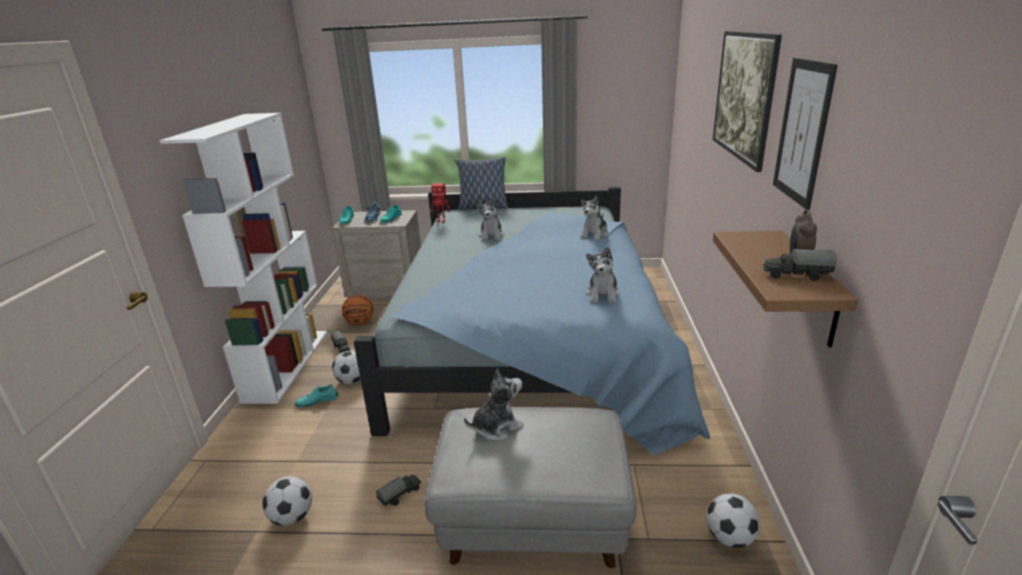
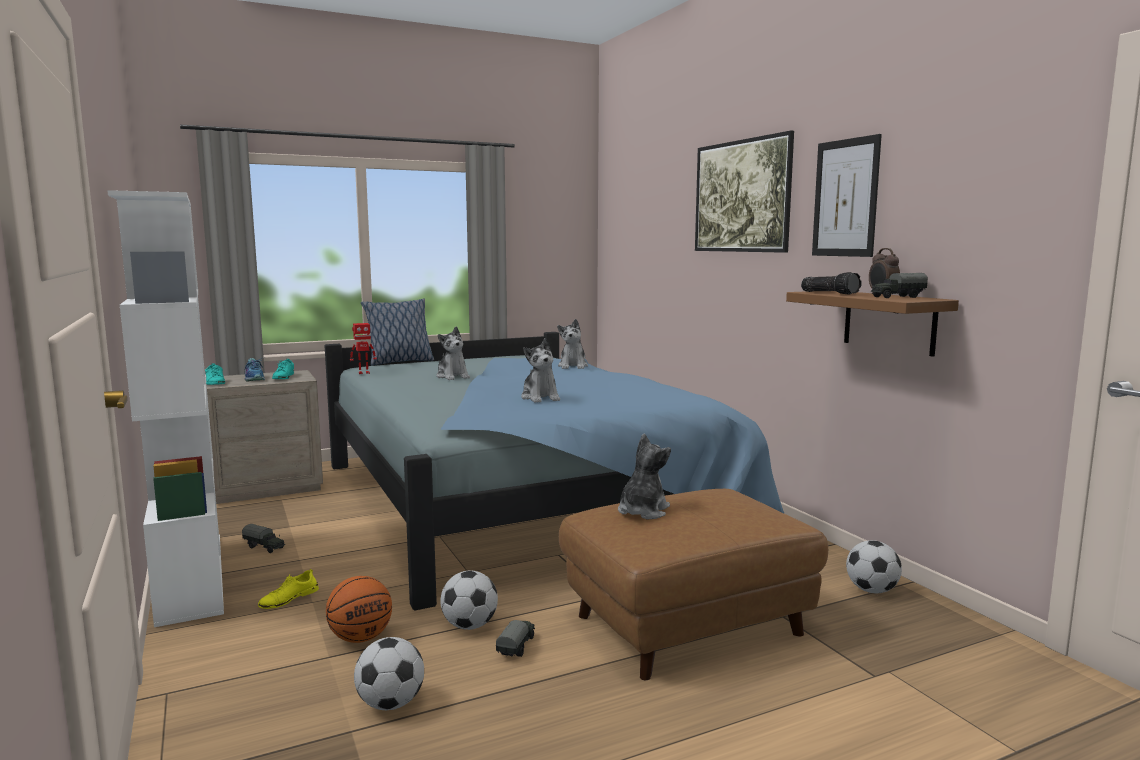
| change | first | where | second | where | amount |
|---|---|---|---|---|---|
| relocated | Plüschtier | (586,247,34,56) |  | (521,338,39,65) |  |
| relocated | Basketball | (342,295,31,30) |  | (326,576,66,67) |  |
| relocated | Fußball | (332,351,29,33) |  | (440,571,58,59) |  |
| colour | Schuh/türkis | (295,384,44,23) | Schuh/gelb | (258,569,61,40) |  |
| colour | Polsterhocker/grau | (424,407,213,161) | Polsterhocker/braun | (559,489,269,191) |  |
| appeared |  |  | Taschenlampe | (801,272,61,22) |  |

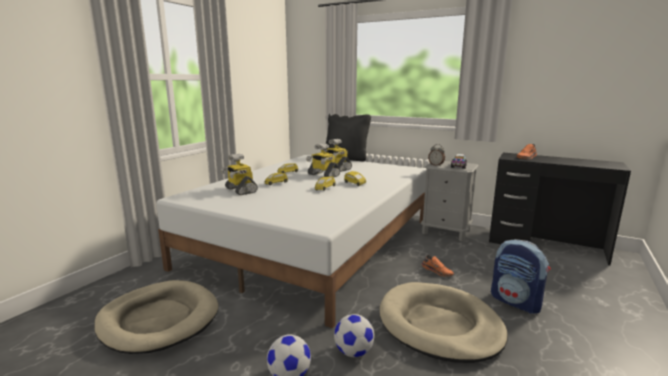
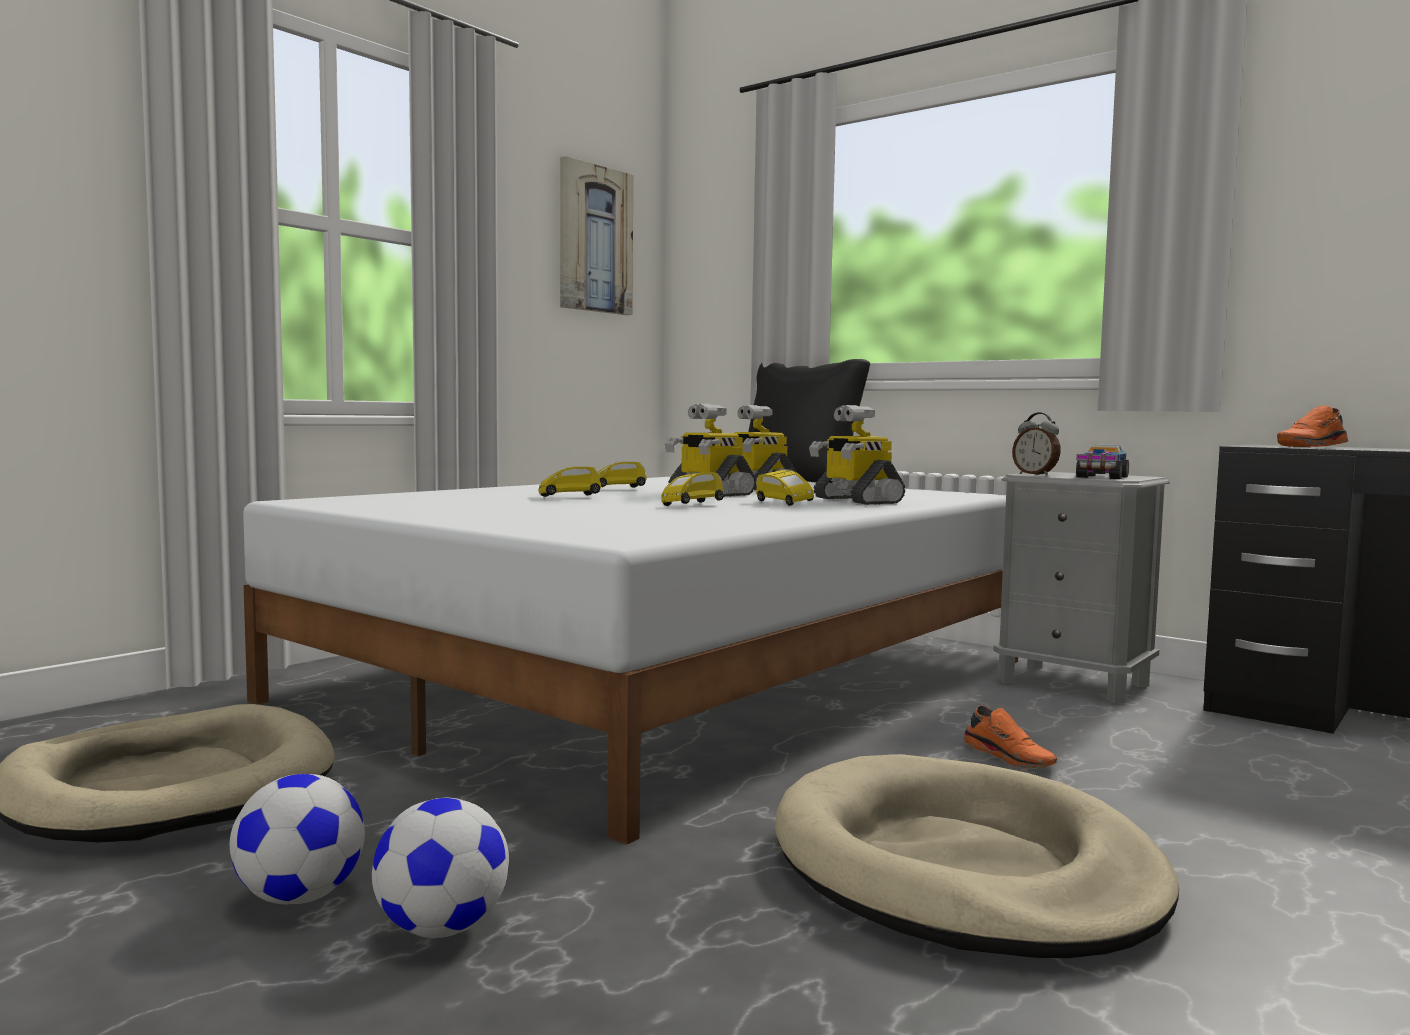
| change | first | where | second | where | amount |
|---|---|---|---|---|---|
| relocated | Spielzeugroboter | (221,154,37,41) |  | (809,405,96,100) |  |
| missing | Rucksack | (491,239,60,75) |  |  |  |
| relocated | Fußball | (334,314,41,43) |  | (230,774,135,130) |  |
| appeared |  |  | Bild | (560,156,73,159) |  |

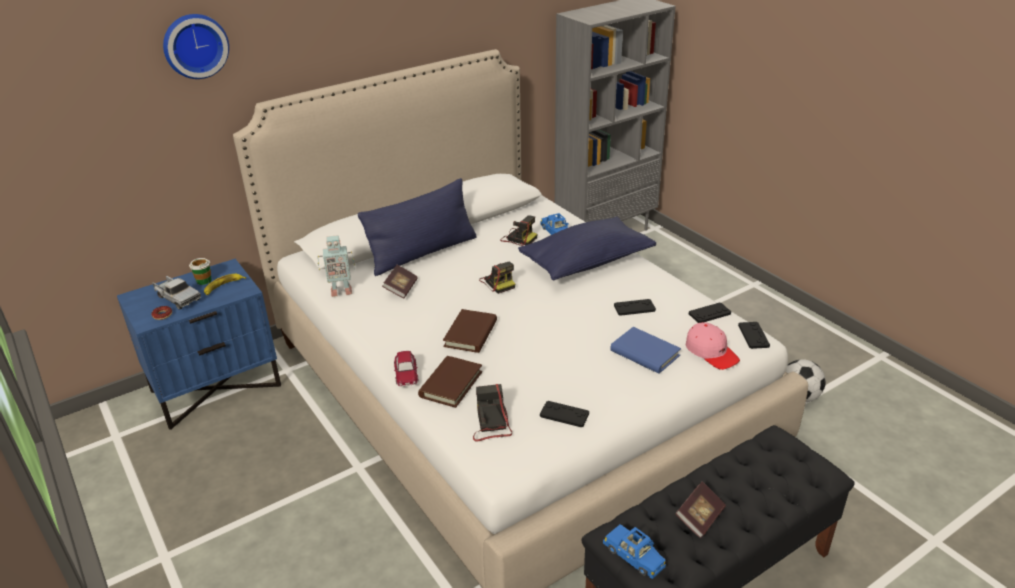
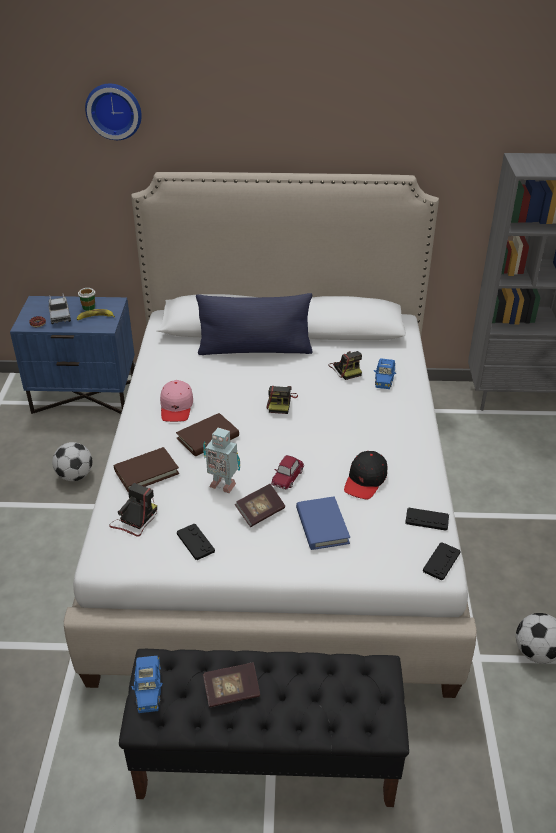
| change | first | where | second | where | amount |
|---|---|---|---|---|---|
| missing | Kissen/blau | (518,216,138,64) |  |  |  |
| relocated | Spielzeugroboter | (318,235,37,62) |  | (203,428,37,65) |  |
| relocated | Buch | (382,265,36,33) |  | (235,484,50,43) |  |
| exchanged | Gamepad/schwarz | (614,299,42,17) | Kappe/schwarz | (344,451,43,48) |  |
| relocated | Kappe/rosa | (686,322,54,48) |  | (160,380,33,42) |  |
| relocated | Spielzeugauto | (394,351,25,36) |  | (271,455,33,35) |  |
| appeared |  |  | Fußball | (52,442,40,39) |  |

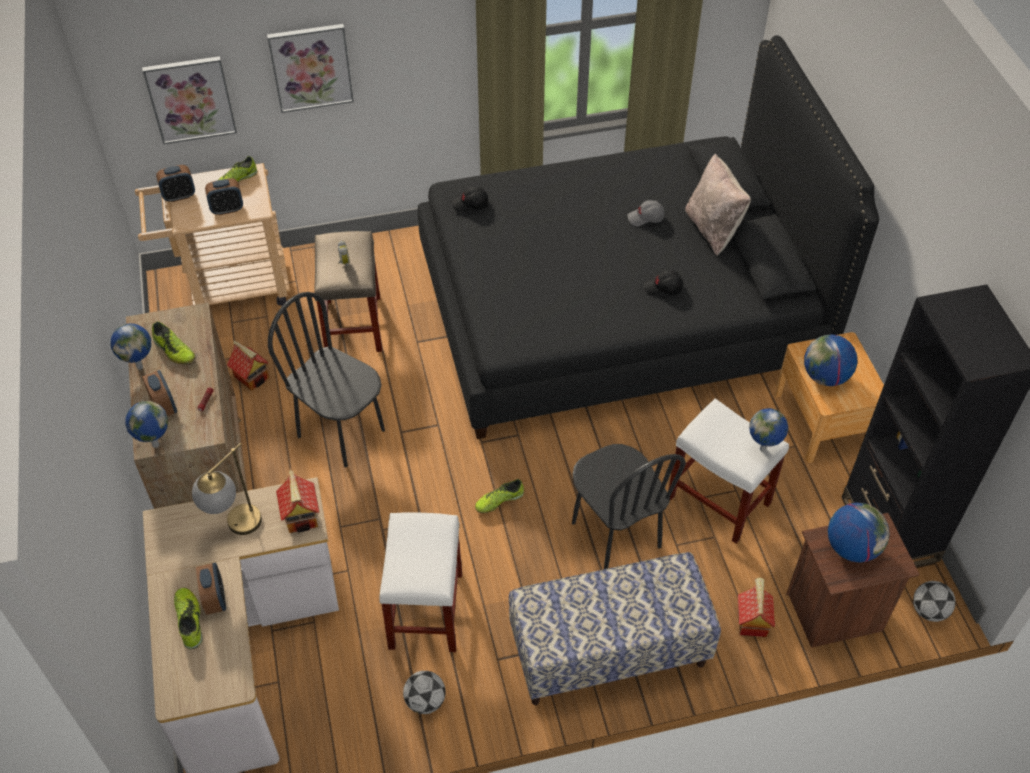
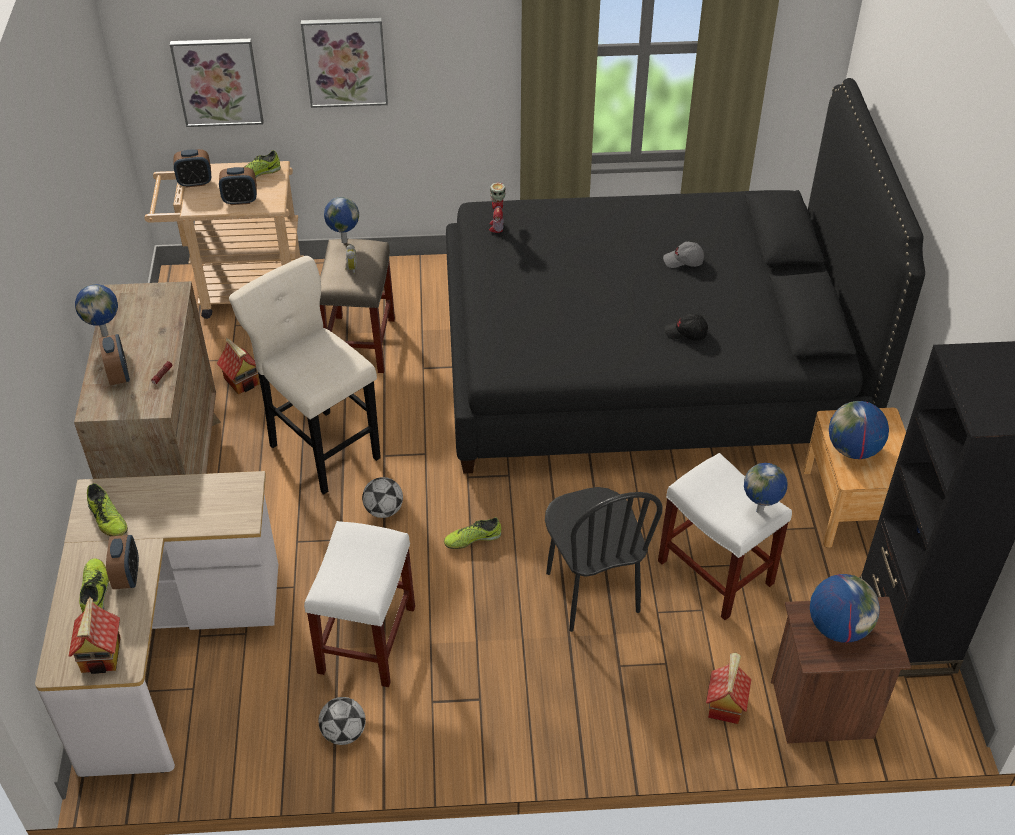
| change | first | where | second | where | amount |
|---|---|---|---|---|---|
| missing | Kissen/beige | (685,154,66,102) |  |  |  |
| exchanged | Kappe/schwarz | (452,187,36,25) | Spielzeugroboter | (489,182,17,51) |  |
| exchanged | Stuhl/schwarz | (268,292,117,176) | Hocker/beige | (229,256,152,238) |  |
| relocated | Schuh | (152,321,43,43) |  | (87,483,41,53) |  |
| relocated | Globus | (125,401,43,47) |  | (324,197,35,46) |  |
| missing | Tischlampe | (192,443,70,92) |  |  |  |
| relocated | Spielzeughaus | (276,469,43,64) |  | (68,597,53,77) |  |
| missing | Bank | (509,552,212,153) |  |  |  |
| relocated | Fußball | (913,581,43,41) |  | (362,477,41,41) |  |

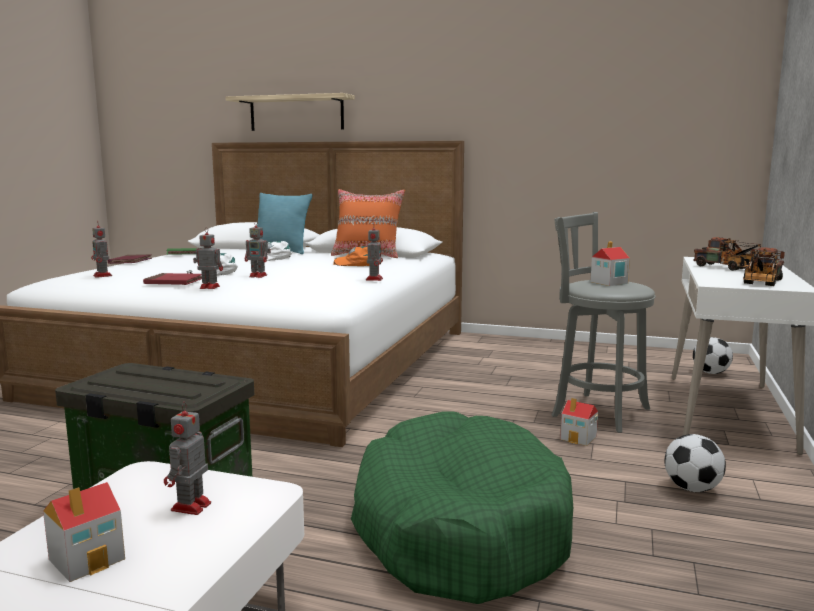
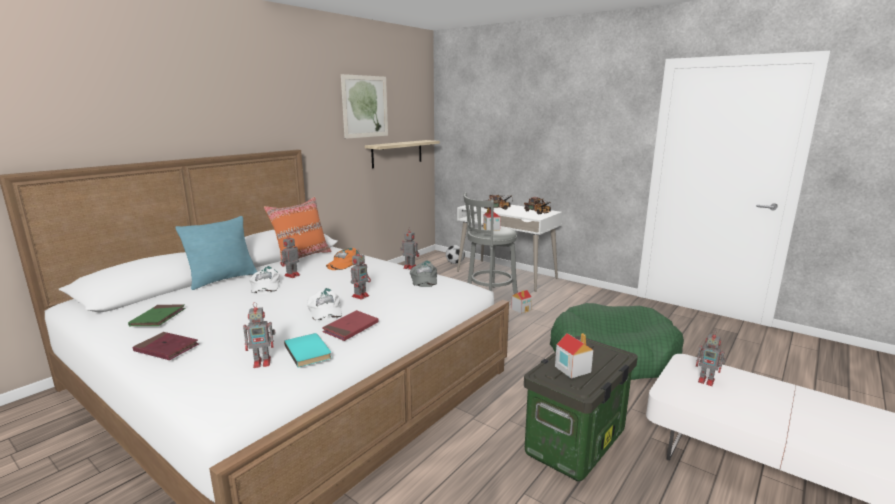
| change | first | where | second | where | amount |
|---|---|---|---|---|---|
| relocated | Wandregal | (225,93,130,38) |  | (365,140,75,28) |  |
| relocated | Spielzeugroboter | (193,227,30,62) |  | (280,233,20,45) |  |
| missing | Fußball | (664,434,62,58) |  |  |  |
| relocated | Spielzeughaus | (43,482,82,100) |  | (555,333,38,45) |  |
| appeared |  |  | Bild | (341,74,47,65) |  |
| appeared |  |  | Kappe/grau | (410,260,27,27) |  |
| appeared |  |  | Buch/türkis | (284,333,48,34) |  |

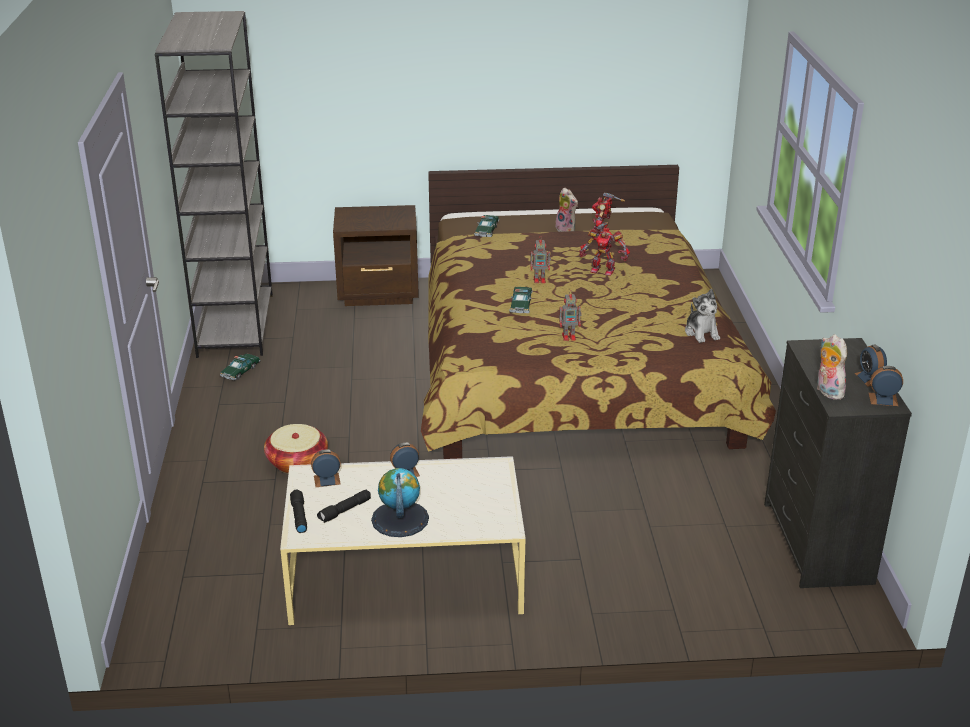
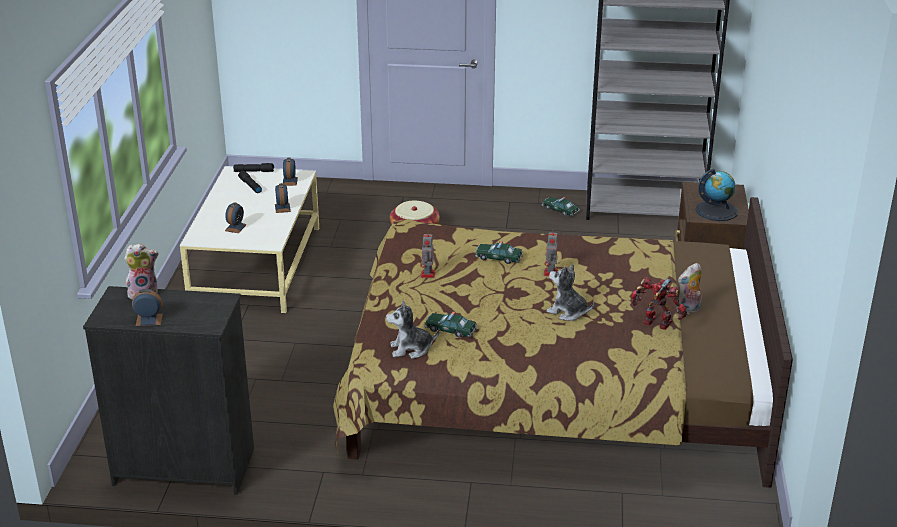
| change | first | where | second | where | amount |
|---|---|---|---|---|---|
| relocated | Spielzeugauto | (474,215,25,22) |  | (425,312,52,26) |  |
| exchanged | Spielzeugroboter | (580,222,50,54) | Plüschtier | (546,264,48,57) |  |
| relocated | Wecker | (869,366,34,40) |  | (225,202,22,31) |  |
| relocated | Globus | (371,468,58,69) |  | (695,169,43,52) |  |

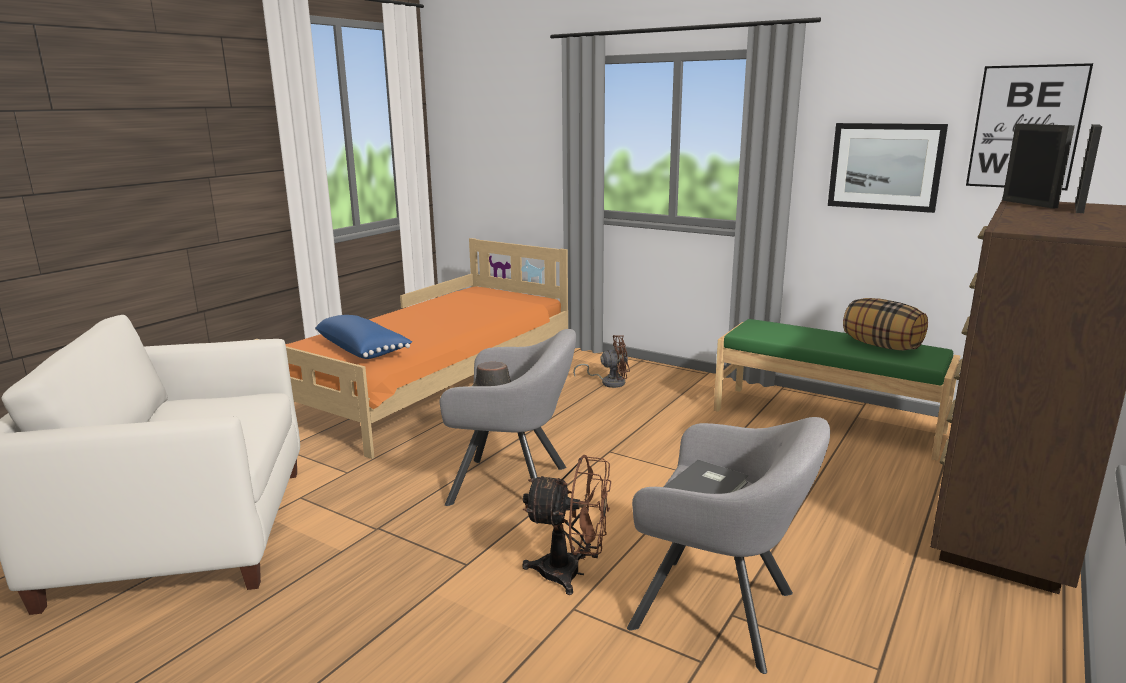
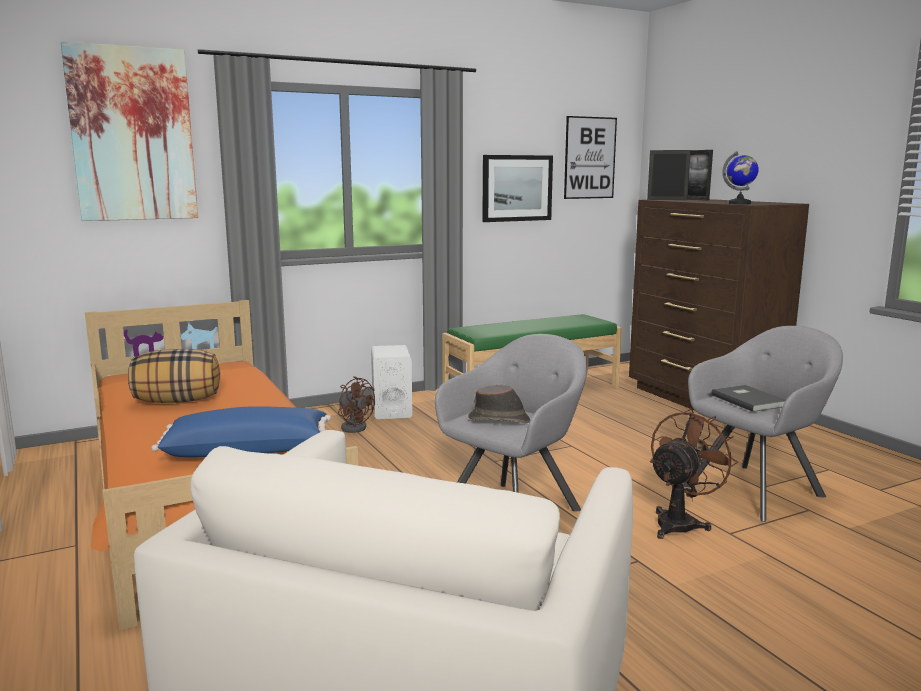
| change | first | where | second | where | amount |
|---|---|---|---|---|---|
| relocated | Kissen | (843,298,85,53) |  | (128,349,92,54) |  |
| spun | Ventilator/braun | (573,335,57,53) |  | (338,376,37,57) | 105 degrees clockwise |
| appeared |  |  | Bild | (61,41,137,180) |  |
| appeared |  |  | Globus | (722,151,37,53) |  |
| appeared |  |  | Lautsprecher/weiß | (371,345,41,74) |  |

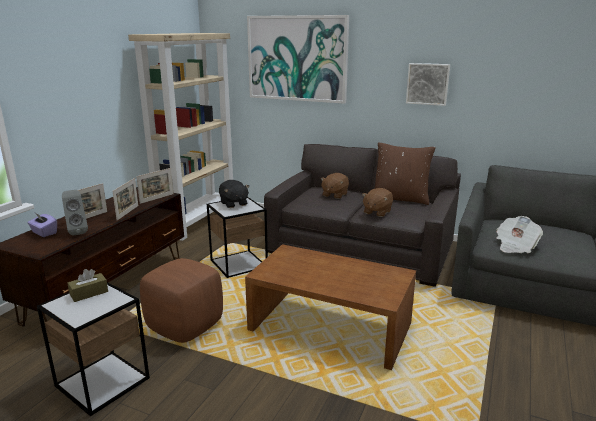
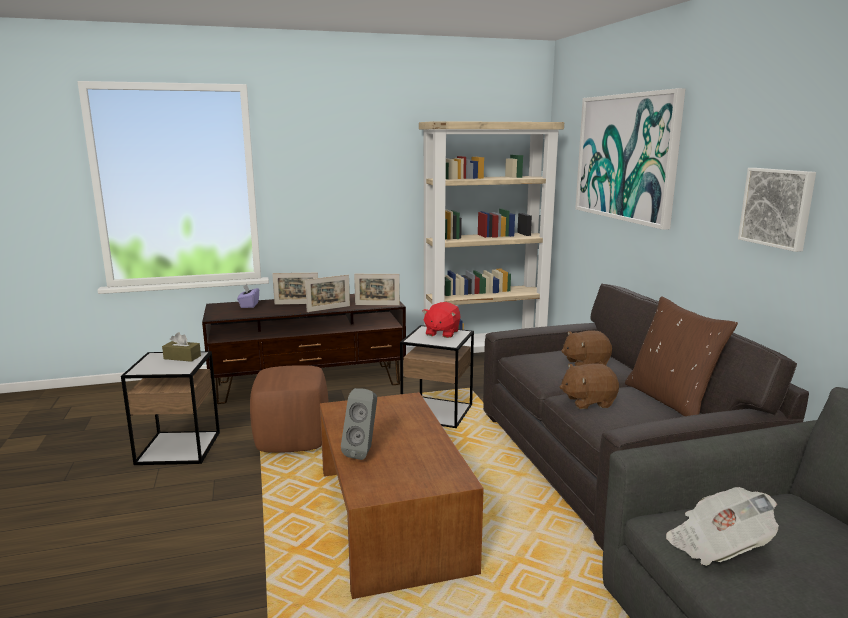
| change | first | where | second | where | amount |
|---|---|---|---|---|---|
| colour | Plüschtier/schwarz | (219,180,30,28) | Plüschtier/rot | (422,302,39,36) |  |
| relocated | Lautsprecher/grau | (62,190,26,46) |  | (341,388,36,72) |  |

